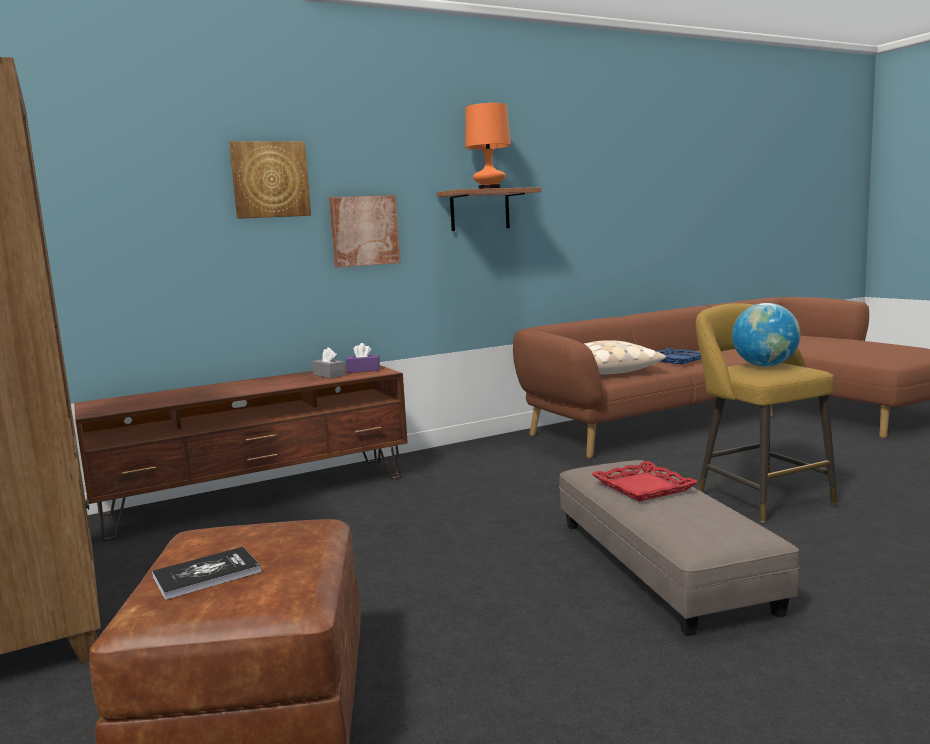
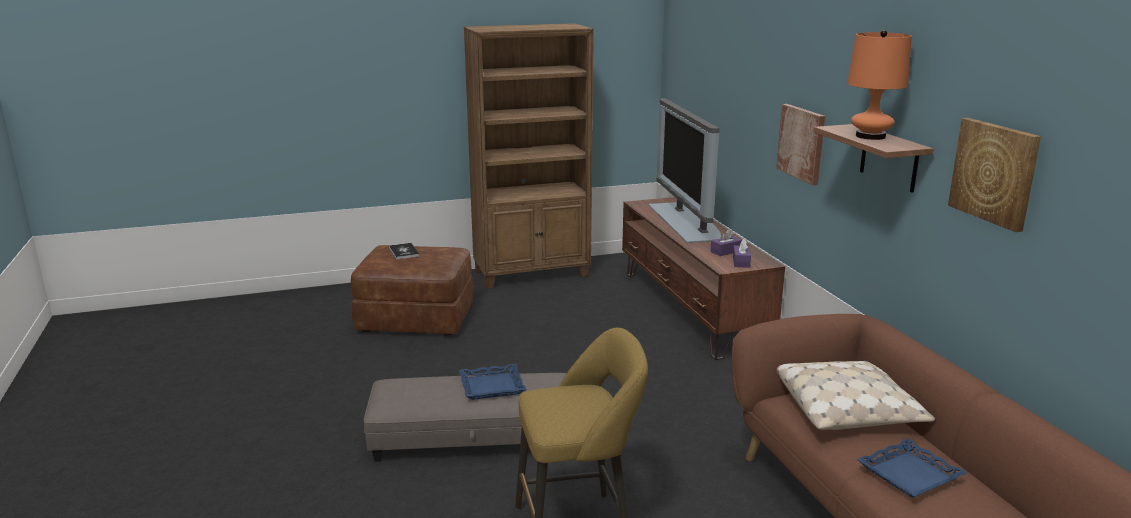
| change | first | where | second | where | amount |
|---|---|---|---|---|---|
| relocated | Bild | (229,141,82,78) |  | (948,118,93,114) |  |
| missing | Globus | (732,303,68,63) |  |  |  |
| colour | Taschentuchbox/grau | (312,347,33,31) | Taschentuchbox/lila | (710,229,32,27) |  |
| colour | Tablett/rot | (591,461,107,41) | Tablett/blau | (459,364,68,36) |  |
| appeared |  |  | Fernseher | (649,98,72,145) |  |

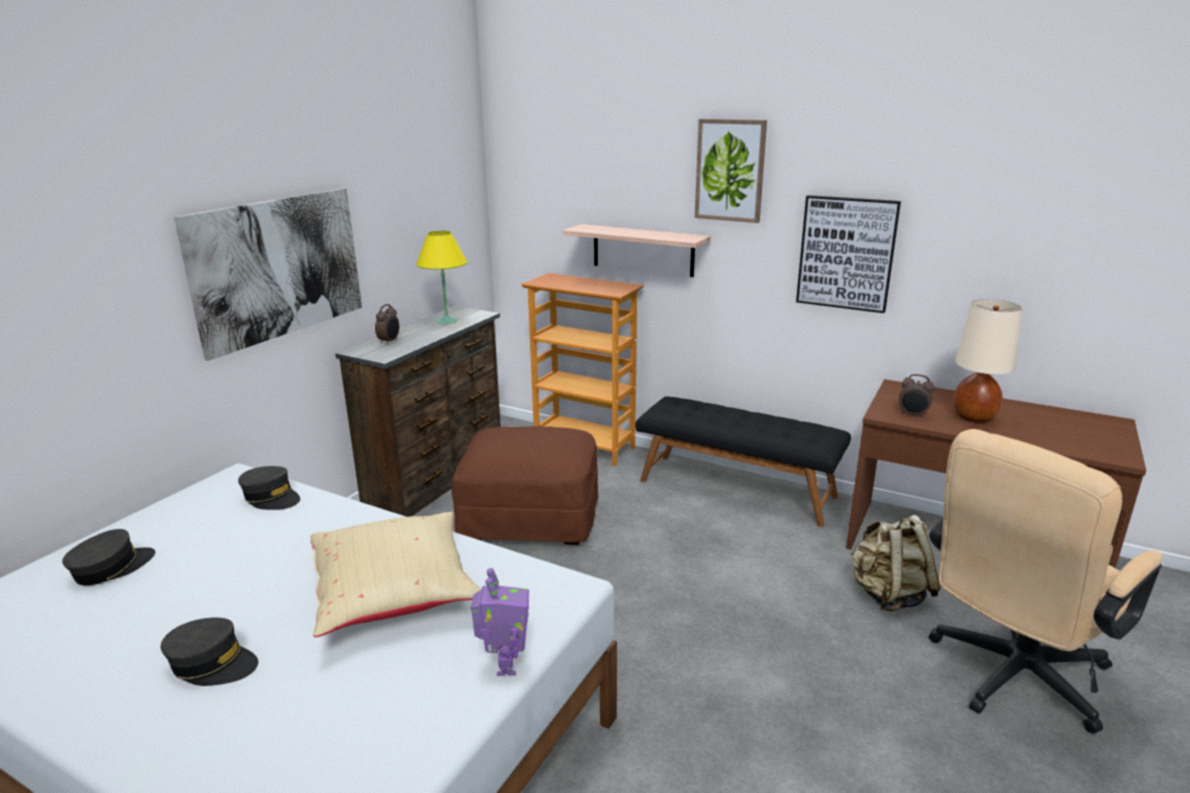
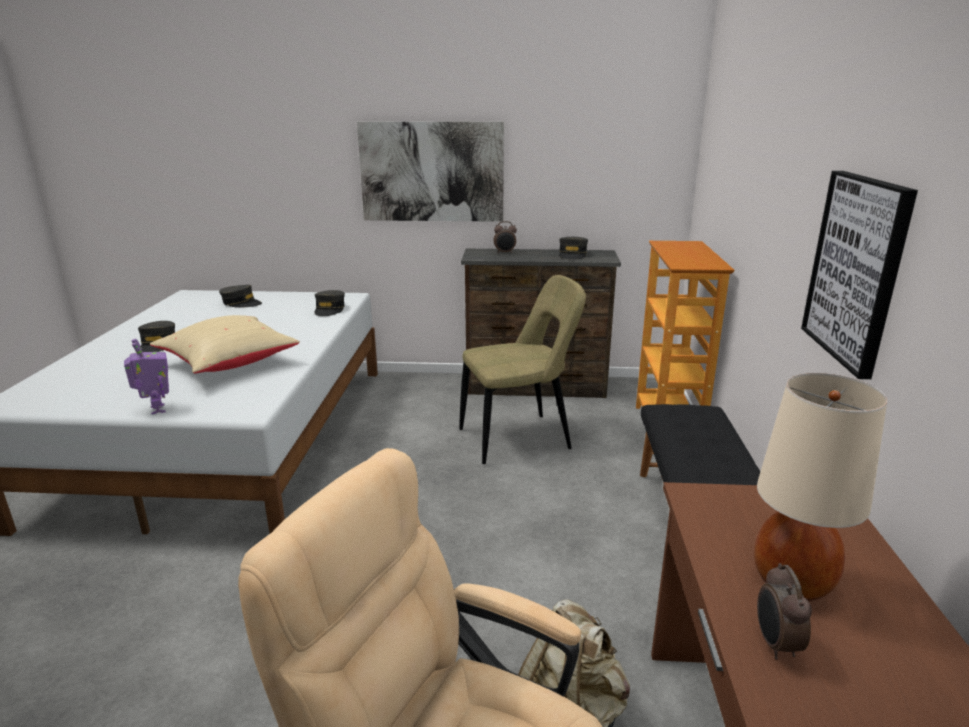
| change | first | where | second | where | amount |
|---|---|---|---|---|---|
| missing | Bild | (695,119,72,104) |  |  |  |
| missing | Wandregal | (563,224,148,53) |  |  |  |
| exchanged | Tischlampe/gelb | (416,231,52,93) | Kappe/grau | (559,237,29,23) |  |
| relocated | Wecker | (899,374,36,44) |  | (757,563,55,97) |  |
| exchanged | Polsterhocker/braun | (451,426,147,119) | Stuhl/beige | (459,275,127,189) |  |
| spun | Spielzeugroboter | (471,568,58,108) |  | (124,339,45,76) | 90 degrees counterclockwise |

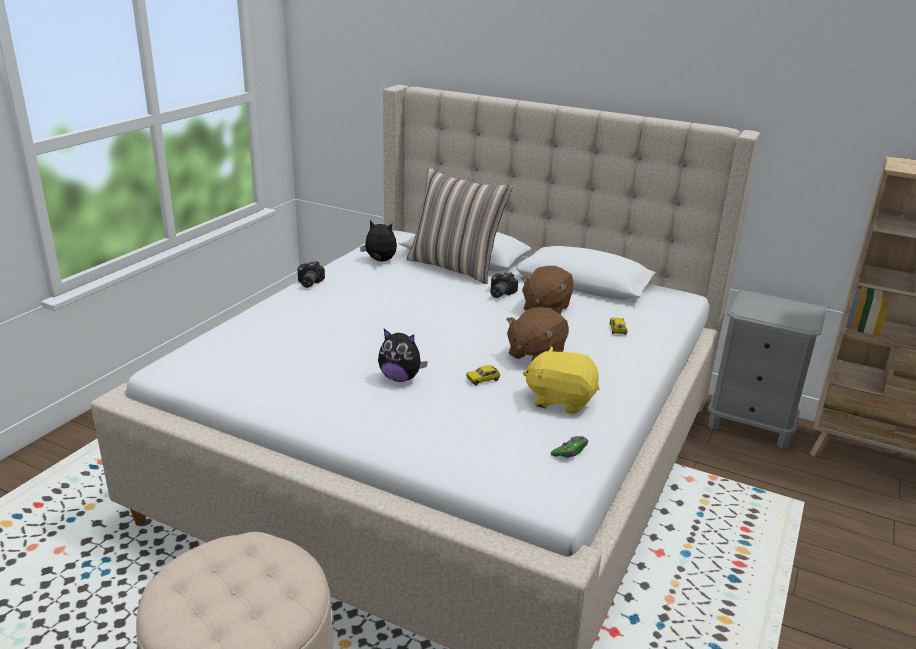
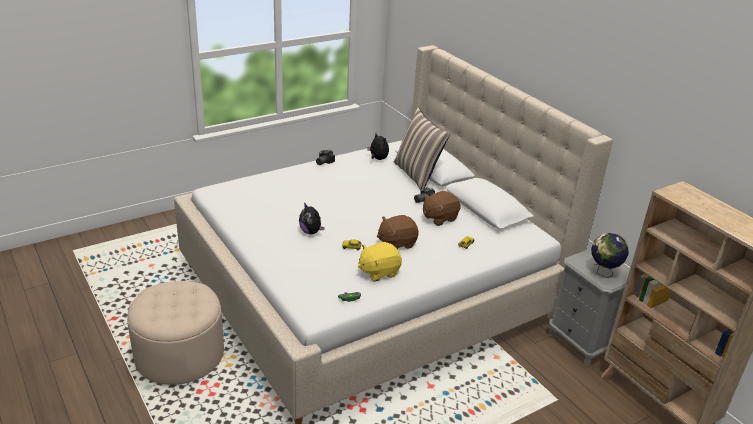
| change | first | where | second | where | amount |
|---|---|---|---|---|---|
| spun | Plüschtier/gelb | (523,346,76,68) |  | (358,242,44,40) | 75 degrees counterclockwise |
| appeared |  |  | Globus | (591,233,38,45) |  |

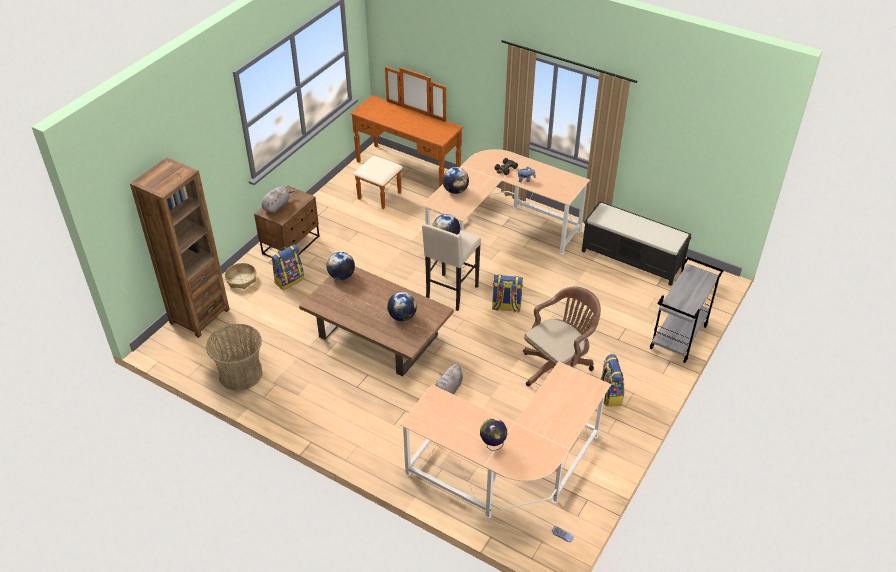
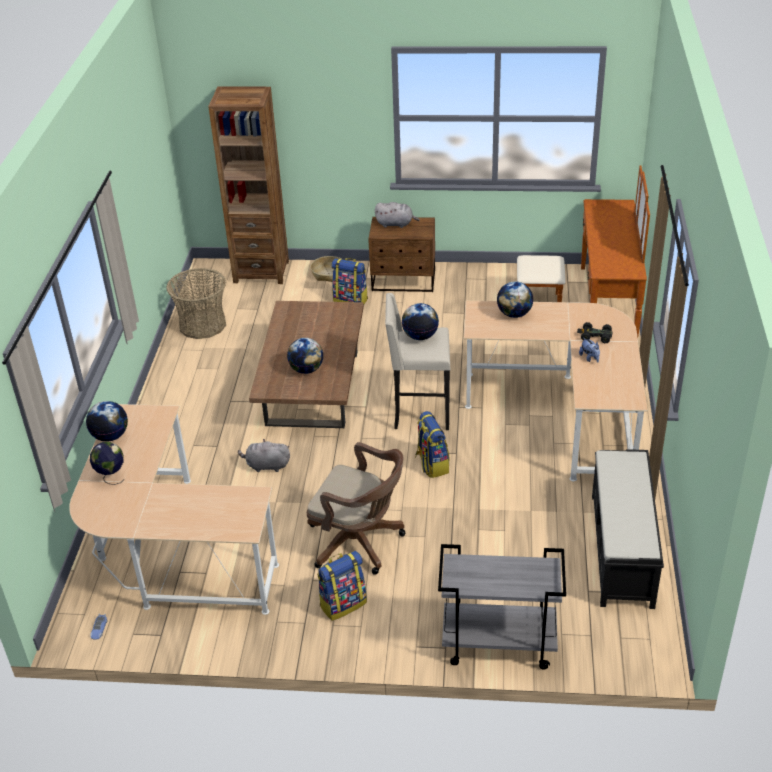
| change | first | where | second | where | amount |
|---|---|---|---|---|---|
| relocated | Globus | (327,252,28,28) |  | (86,401,42,41) |  |

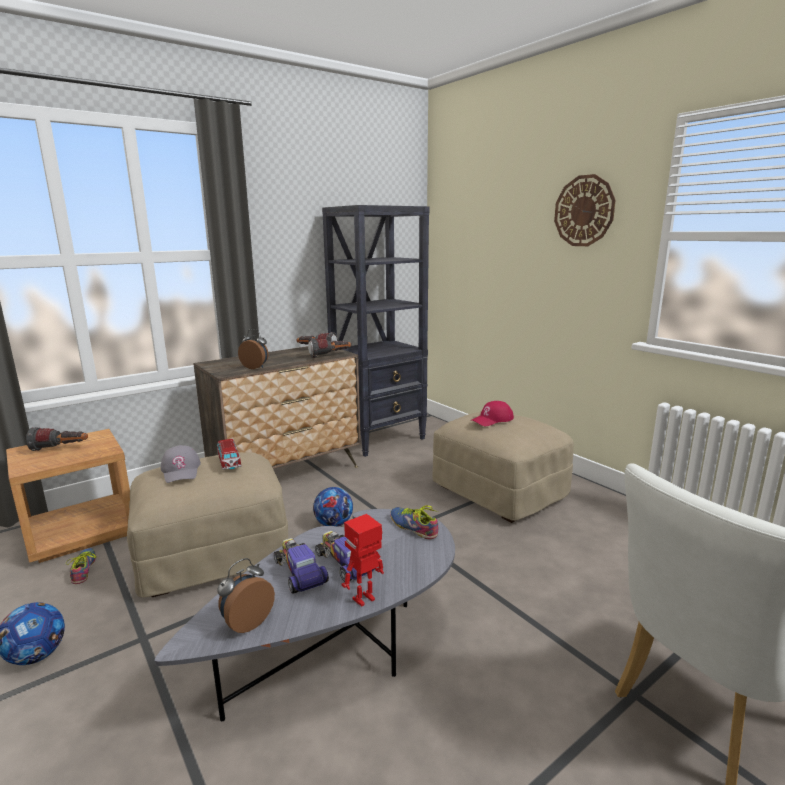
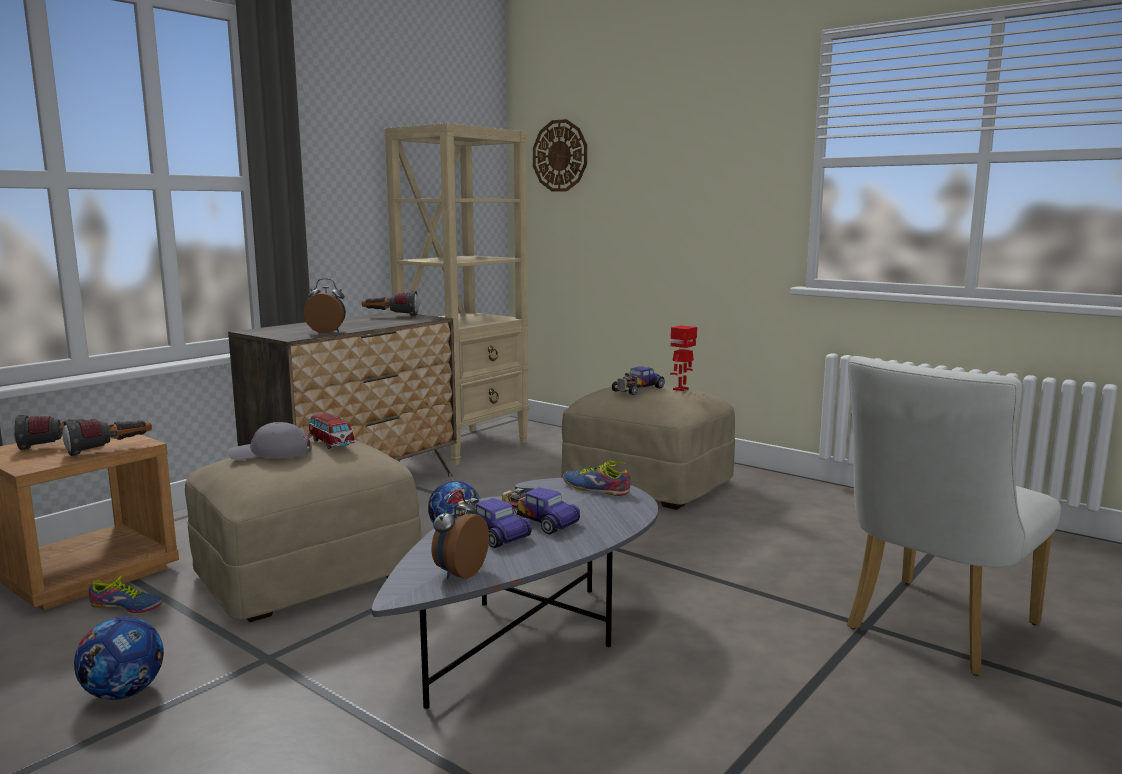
| change | first | where | second | where | amount |
|---|---|---|---|---|---|
| relocated | Wanduhr | (554,174,62,72) |  | (533,119,54,73) |  |
| colour | Bücherregal/schwarz | (322,205,108,252) | Bücherregal/beige | (385,123,144,342) |  |
| relocated | Taschenlampe | (308,338,43,20) |  | (62,419,90,37) |  |
| exchanged | Kappe/rot | (472,401,42,25) | Spielzeugauto | (612,366,53,29) |  |
| spun | Kappe/grau | (161,445,40,38) |  | (228,422,84,38) | 120 degrees clockwise |
| relocated | Spielzeugroboter | (341,514,43,93) |  | (670,325,27,66) |  |
| spun | Schuh | (66,548,31,36) |  | (88,575,74,38) | 135 degrees clockwise |

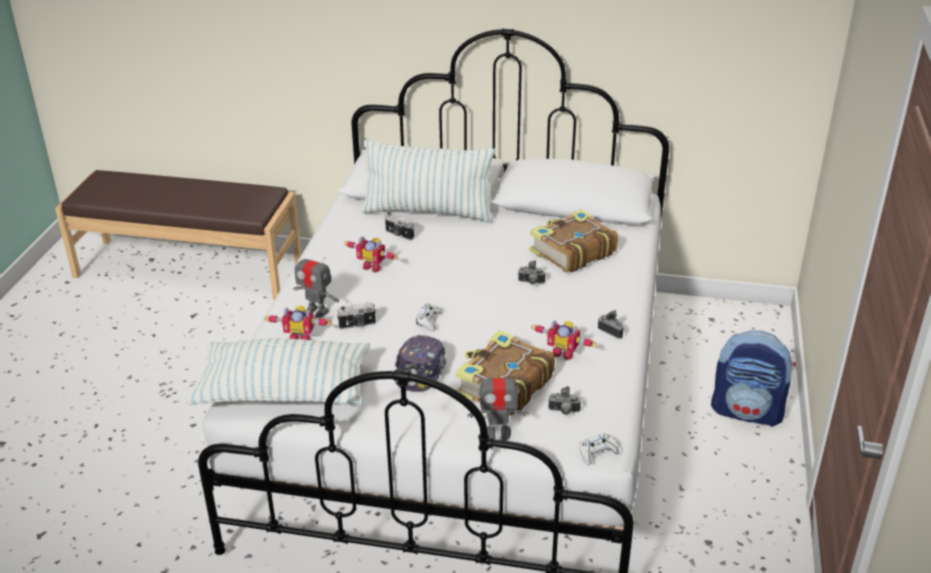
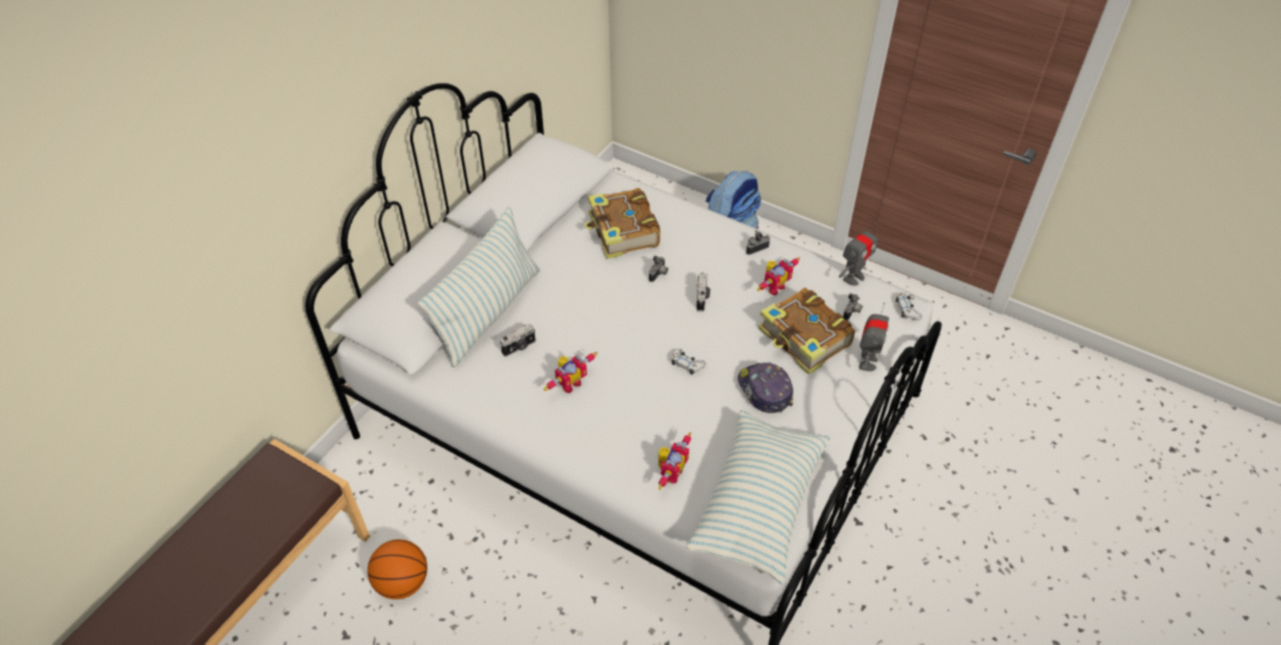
| change | first | where | second | where | amount |
|---|---|---|---|---|---|
| relocated | Spielzeugroboter | (293,247,46,71) |  | (839,223,39,63) |  |
| relocated | Kamera | (337,302,39,28) |  | (696,272,14,40) |  |
| spun | Kappe | (395,335,52,57) |  | (738,362,56,51) | 150 degrees counterclockwise |
| appeared |  |  | Basketball | (367,539,60,60) |  |

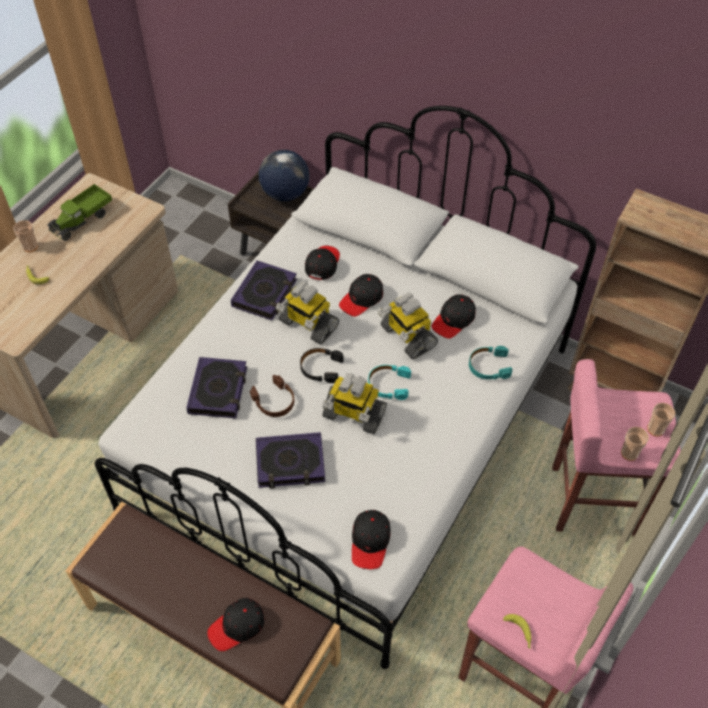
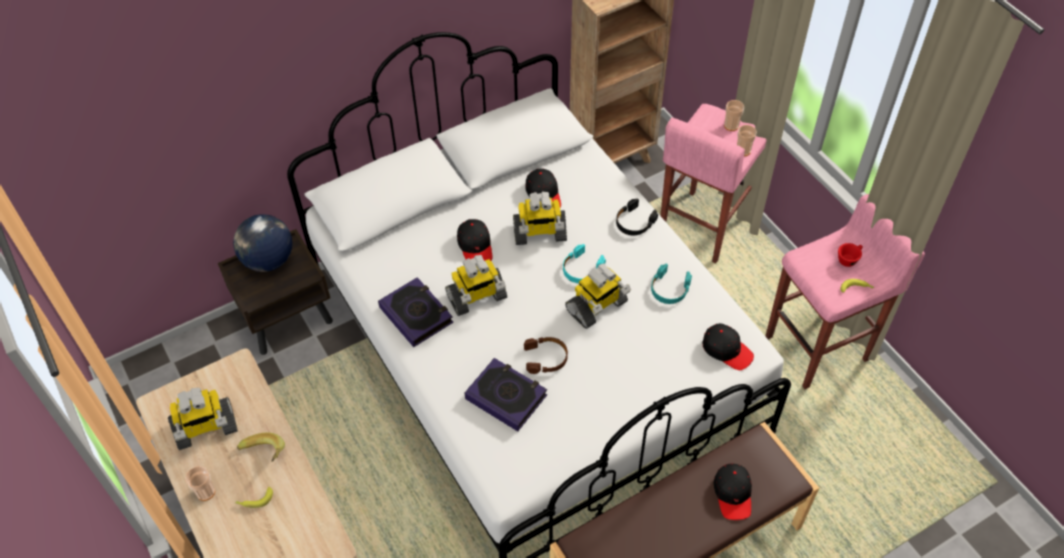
| change | first | where | second | where | amount |
|---|---|---|---|---|---|
| exchanged | Spielzeuglaster | (48,184,64,57) | Spielzeugroboter | (168,388,70,62) |  |
| missing | Kappe/schwarz | (305,246,35,34) |  |  |  |
| relocated | Kopfhörer/türkis | (469,346,43,33) |  | (651,264,41,40) |  |
| relocated | Kopfhörer/schwarz | (300,348,44,35) |  | (616,198,42,37) |  |
| missing | Buch | (256,432,69,56) |  |  |  |
| appeared |  |  | Tasse/rot | (838,243,25,24) |  |
| appeared |  |  | Banane | (237,433,48,29) |  |

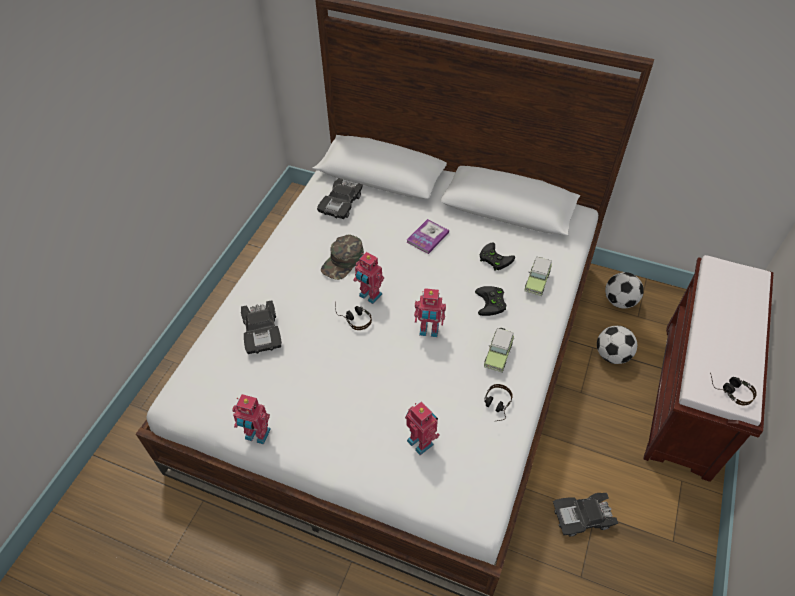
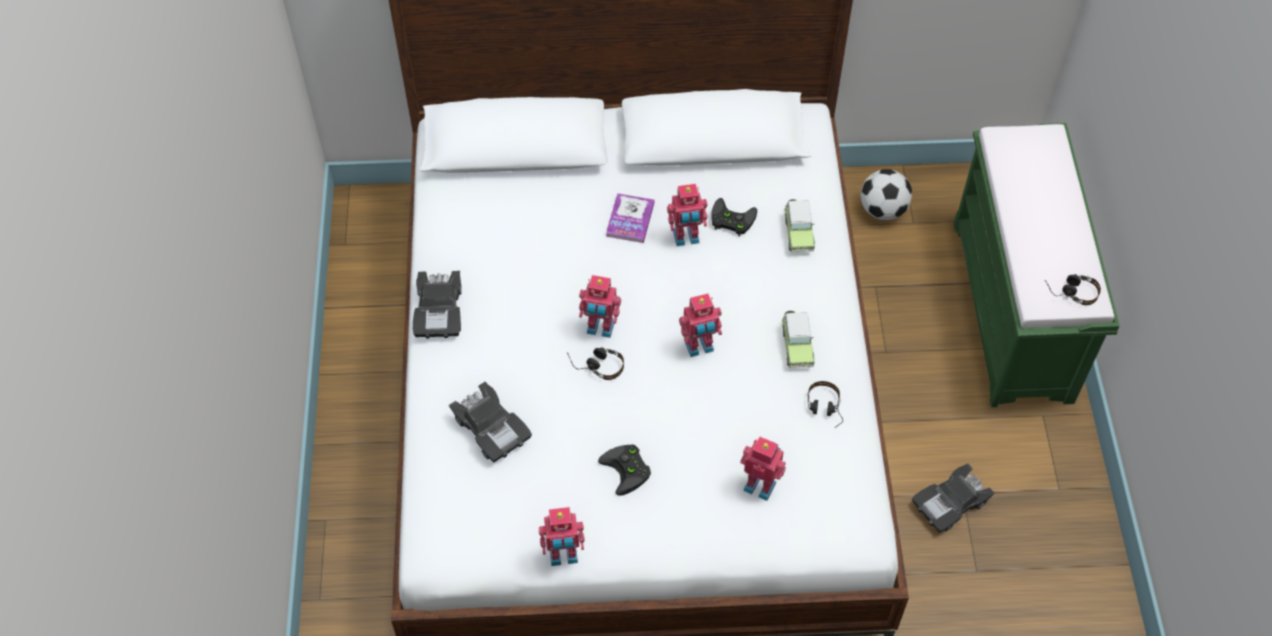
| change | first | where | second | where | amount |
|---|---|---|---|---|---|
| relocated | Spielzeugauto/schwarz | (317,178,46,41) |  | (413,271,48,68) |  |
| missing | Kappe/grün | (321,235,43,45) |  |  |  |
| colour | Bank/braun | (643,255,130,227) | Bank/grün | (954,123,166,284) |  |
| relocated | Gamepad/schwarz | (475,286,31,30) |  | (598,445,53,51) |  |
| missing | Fußball | (597,326,40,38) |  |  |  |
| appeared |  |  | Spielzeugroboter | (667,184,40,62) |  |

